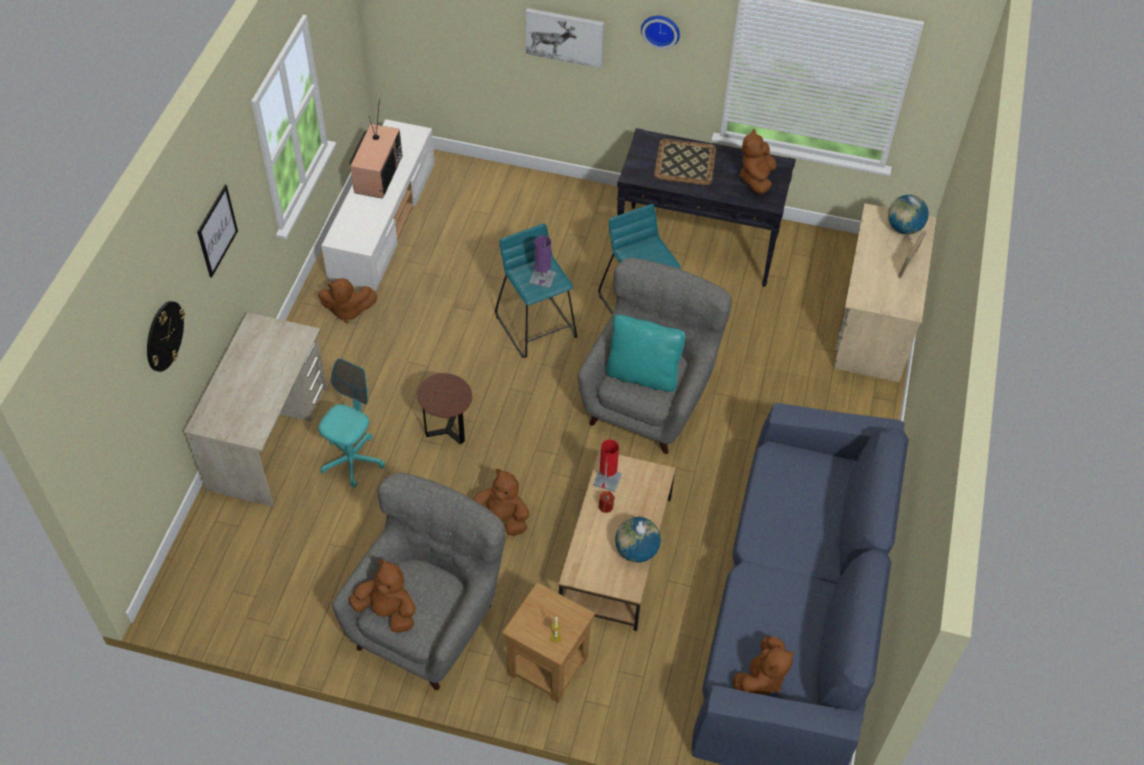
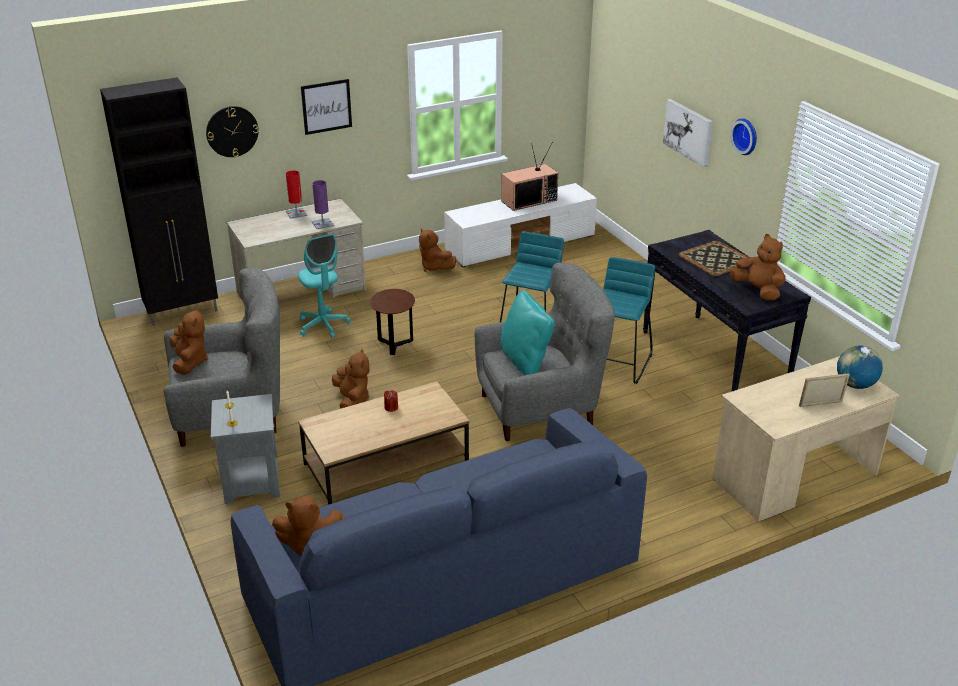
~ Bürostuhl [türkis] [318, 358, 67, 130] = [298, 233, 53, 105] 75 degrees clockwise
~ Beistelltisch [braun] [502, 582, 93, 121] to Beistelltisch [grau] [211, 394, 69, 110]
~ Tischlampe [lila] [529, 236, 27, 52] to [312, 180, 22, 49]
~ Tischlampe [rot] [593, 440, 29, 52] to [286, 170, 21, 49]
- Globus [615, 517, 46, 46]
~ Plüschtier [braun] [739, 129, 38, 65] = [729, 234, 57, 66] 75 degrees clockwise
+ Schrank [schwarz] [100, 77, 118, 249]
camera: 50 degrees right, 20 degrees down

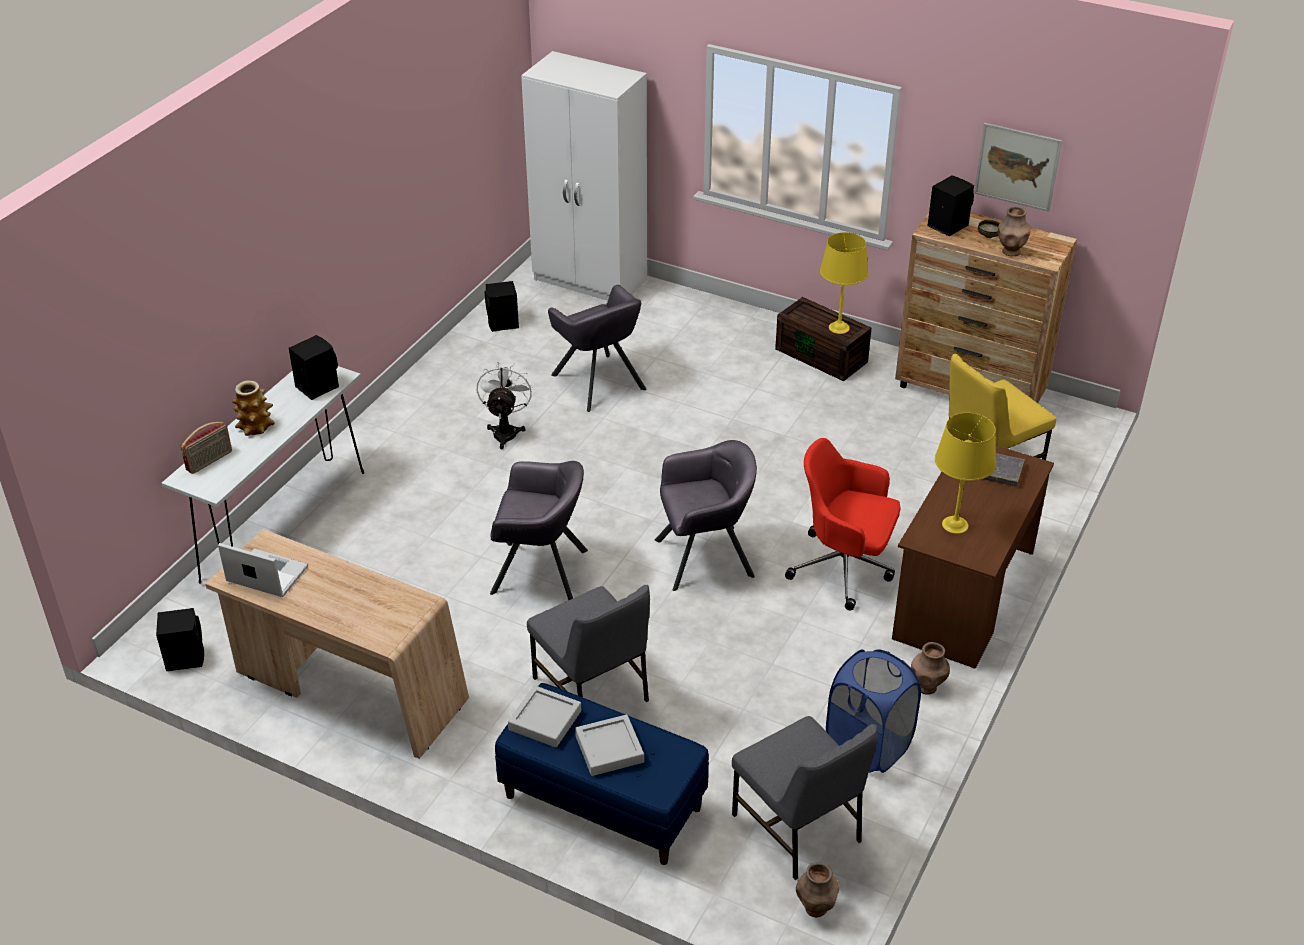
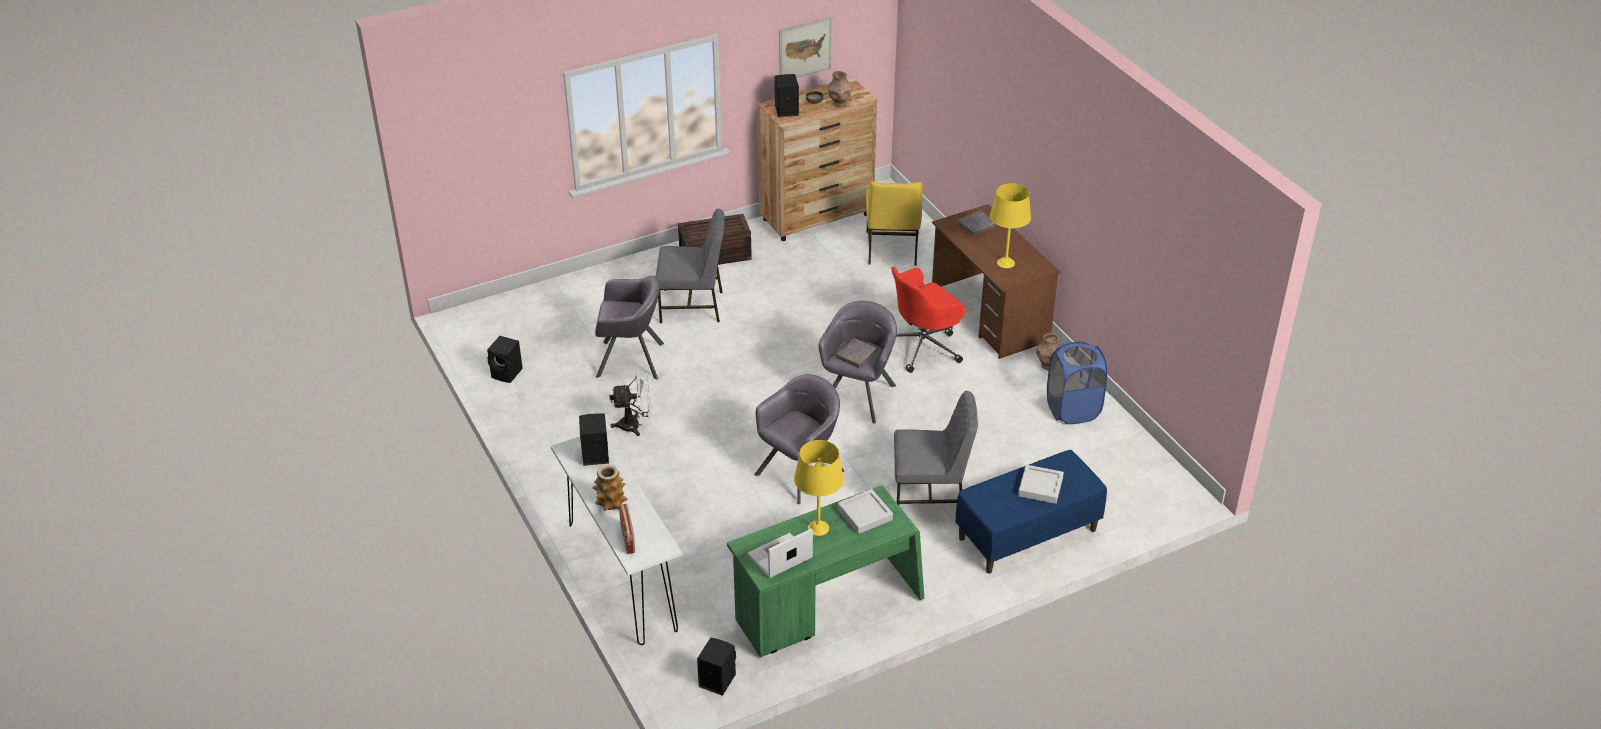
~ Schreibtisch [beige] [205, 529, 264, 230] to Schreibtisch [grün] [727, 486, 197, 171]
~ Ventilator [weiß] [477, 362, 56, 87] = [610, 372, 41, 64] 135 degrees clockwise
~ Tablett [grau] [508, 685, 73, 63] to [838, 489, 55, 45]
- Kleiderschrank [weiß] [521, 51, 126, 250]
~ Stuhl [grau] [732, 716, 146, 164] to [656, 208, 69, 115]
- Vase [braun] [796, 863, 44, 54]
~ Tischlampe [gelb] [820, 232, 49, 102] to [794, 440, 50, 96]
+ Buch [grau] [836, 338, 41, 30]
camera: 55 degrees left, 0 degrees up

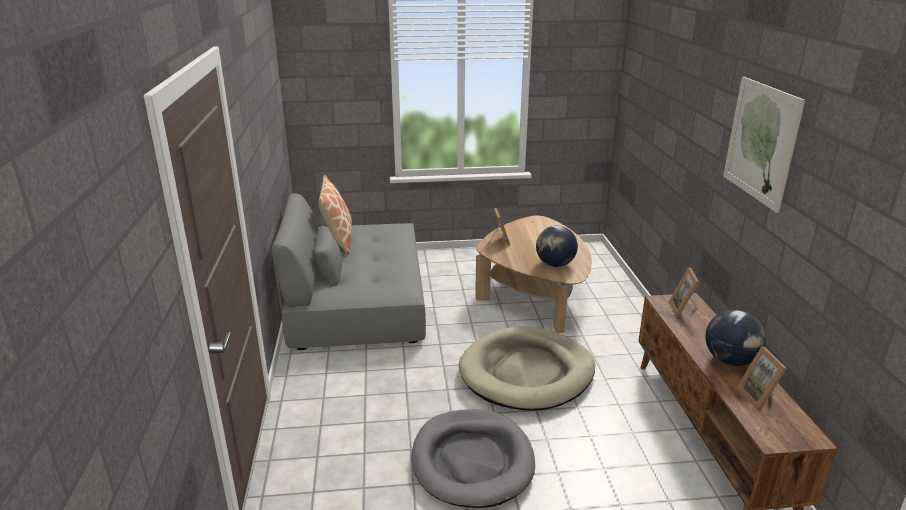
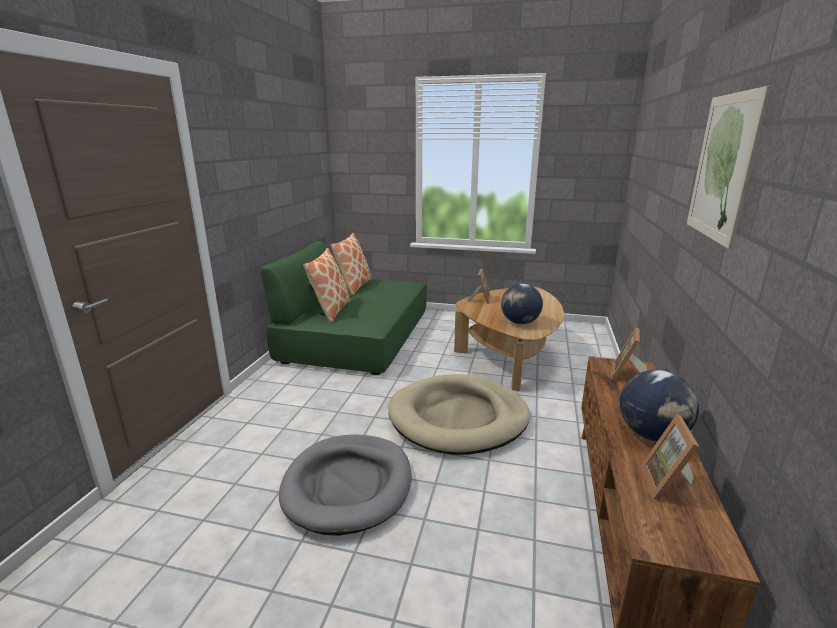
~ Sofa [grau] [271, 193, 155, 157] to Sofa [grün] [260, 241, 167, 134]
+ Kissen [303, 248, 48, 75]
camera: 20 degrees right, 5 degrees down

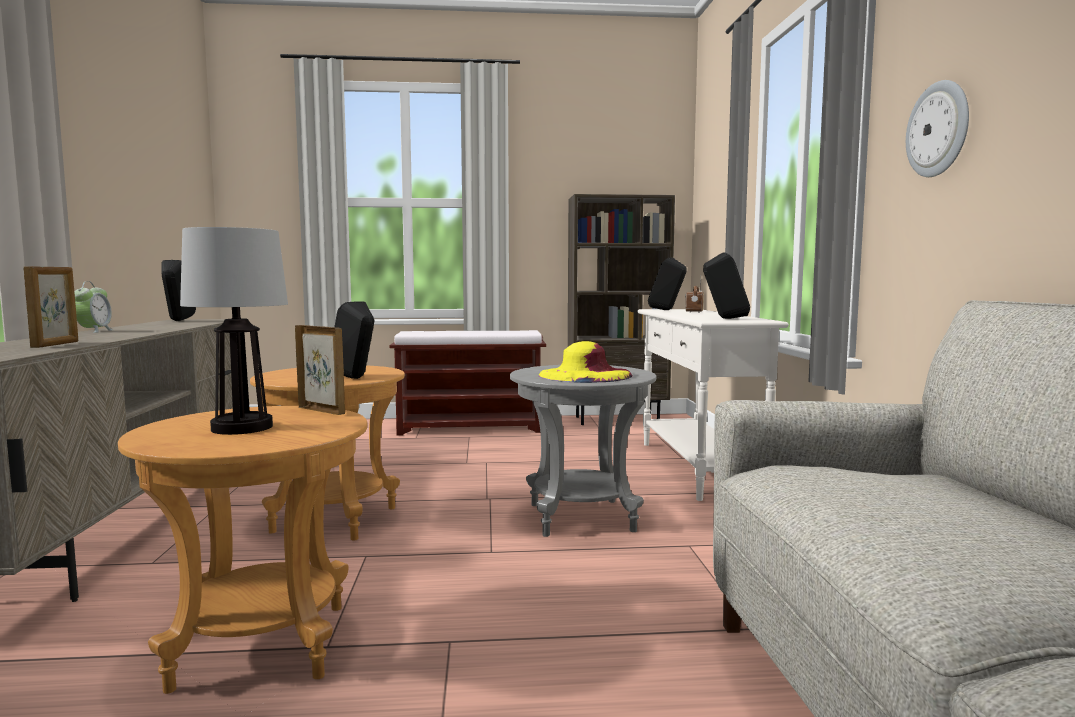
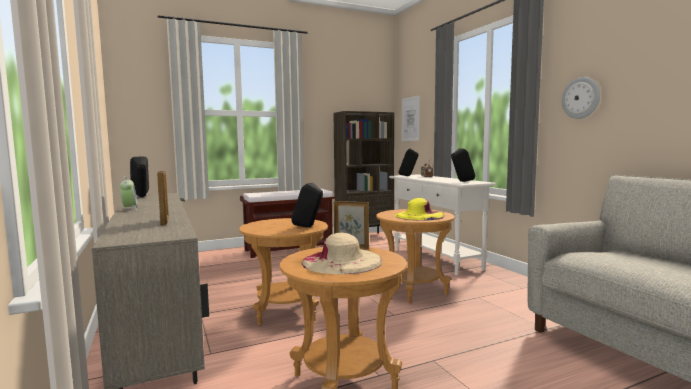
~ Tischlampe [180, 227, 108, 208] to Hut [beige] [302, 233, 80, 41]
~ Beistelltisch [grau] [510, 365, 146, 172] to Beistelltisch [braun] [376, 209, 79, 94]
+ Bild [402, 95, 18, 46]
camera: 20 degrees left, 0 degrees up

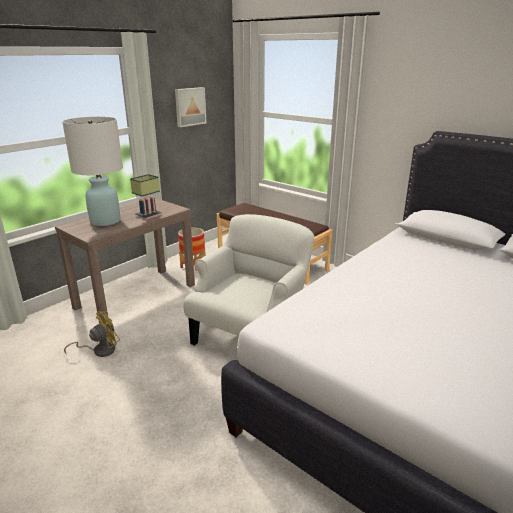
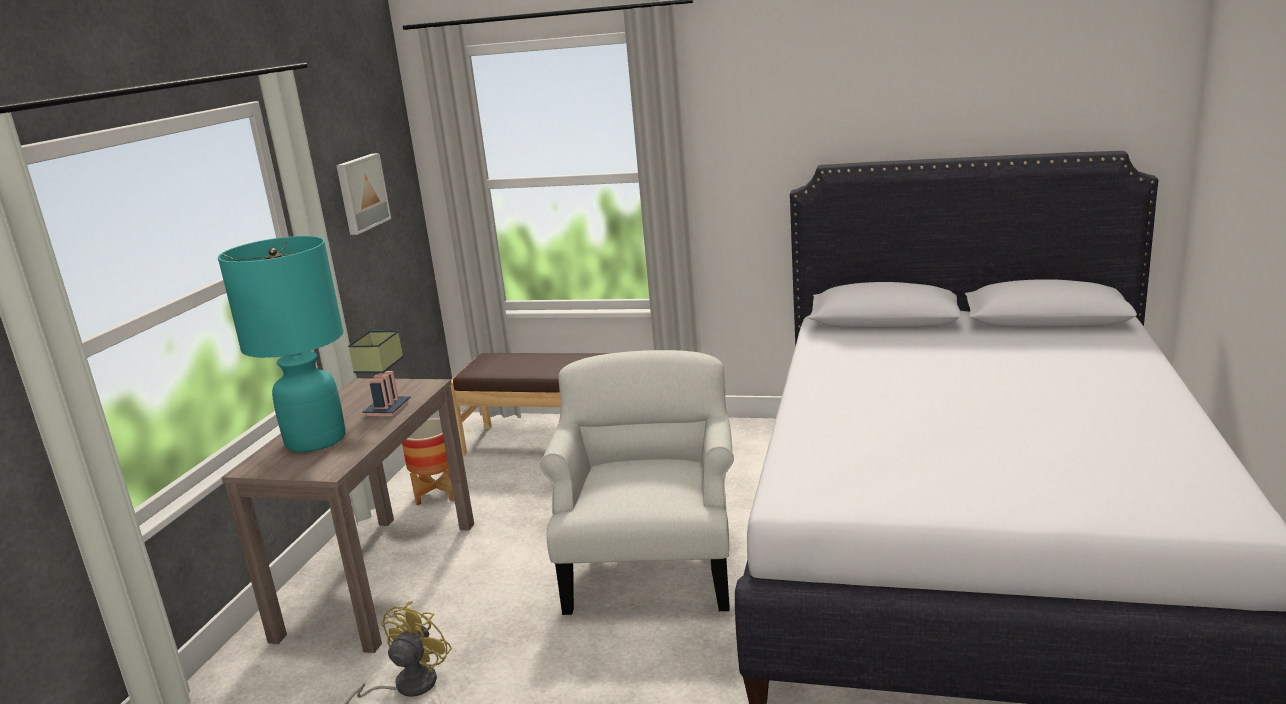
~ Tischlampe [weiß] [62, 117, 61, 109] to Tischlampe [türkis] [218, 236, 128, 216]
camera: 25 degrees left, 5 degrees down

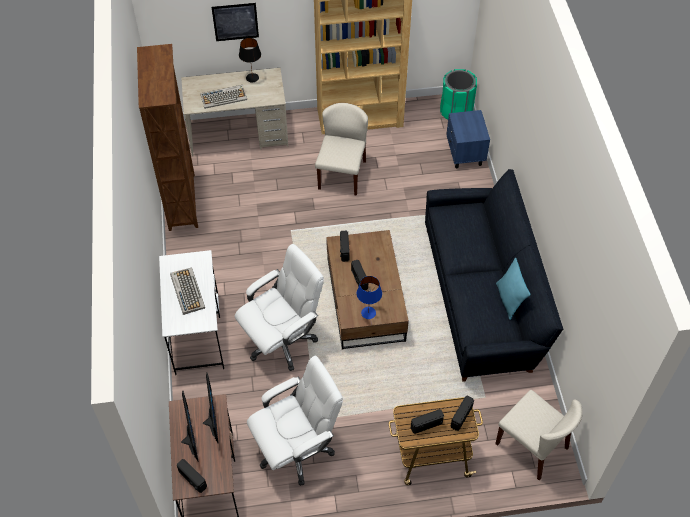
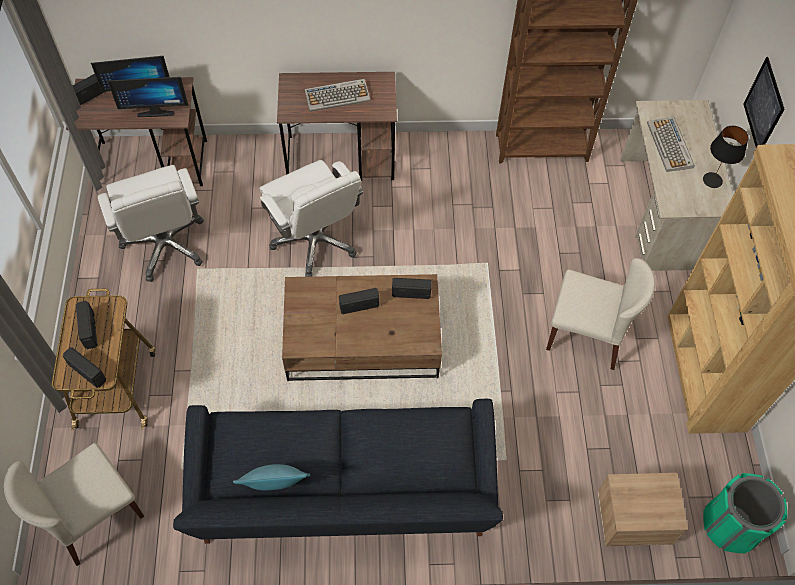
~ Schreibtisch [weiß] [159, 250, 65, 125] to Schreibtisch [braun] [277, 72, 120, 109]
- Tischlampe [blau] [357, 276, 25, 43]
~ Nachttisch [blau] [446, 110, 44, 59] to Nachttisch [beige] [597, 473, 91, 73]
camera: 95 degrees right, 5 degrees up

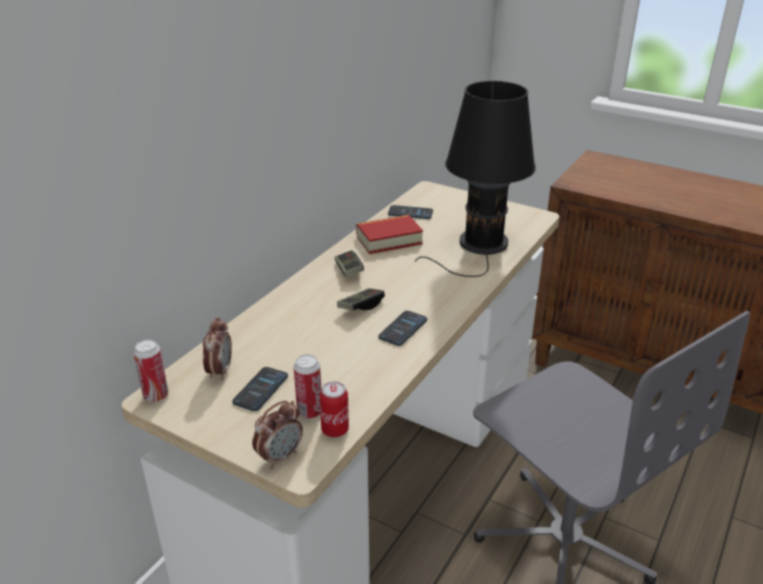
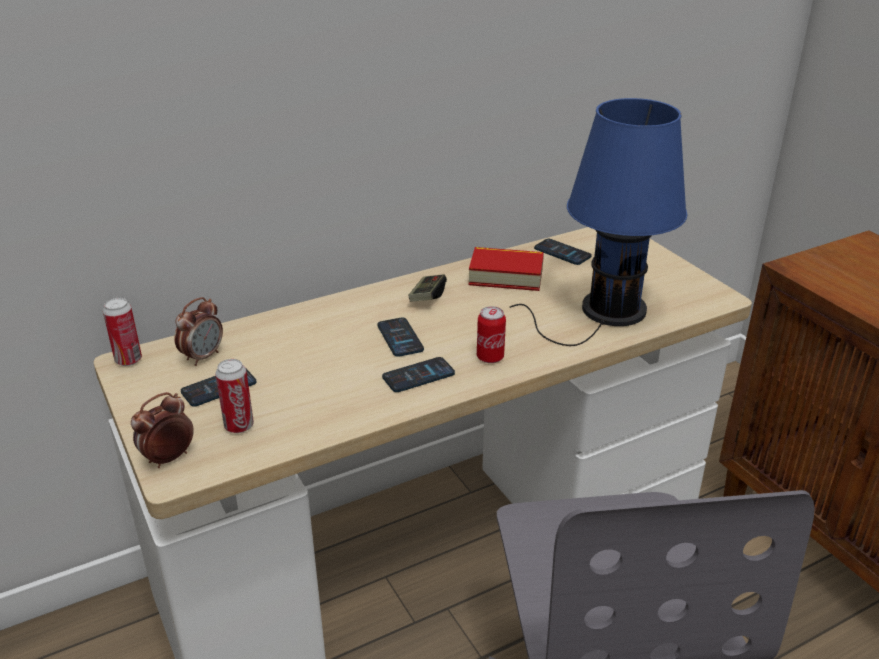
~ Wecker [252, 400, 51, 69] = [131, 392, 63, 76] 150 degrees clockwise
~ Dose [320, 382, 29, 55] to [477, 306, 29, 57]
~ Gamepad [337, 288, 48, 22] to Handy [377, 317, 47, 40]
~ Tischlampe [schwarz] [415, 81, 121, 196] to Tischlampe [blau] [510, 98, 177, 248]
camera: 30 degrees right, 0 degrees up

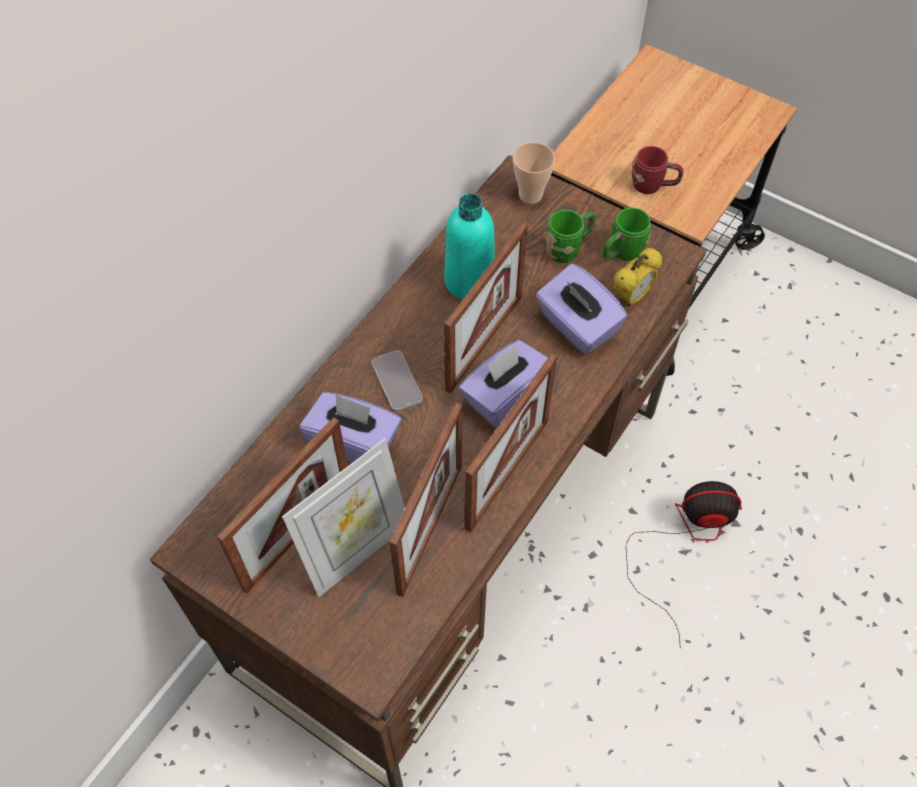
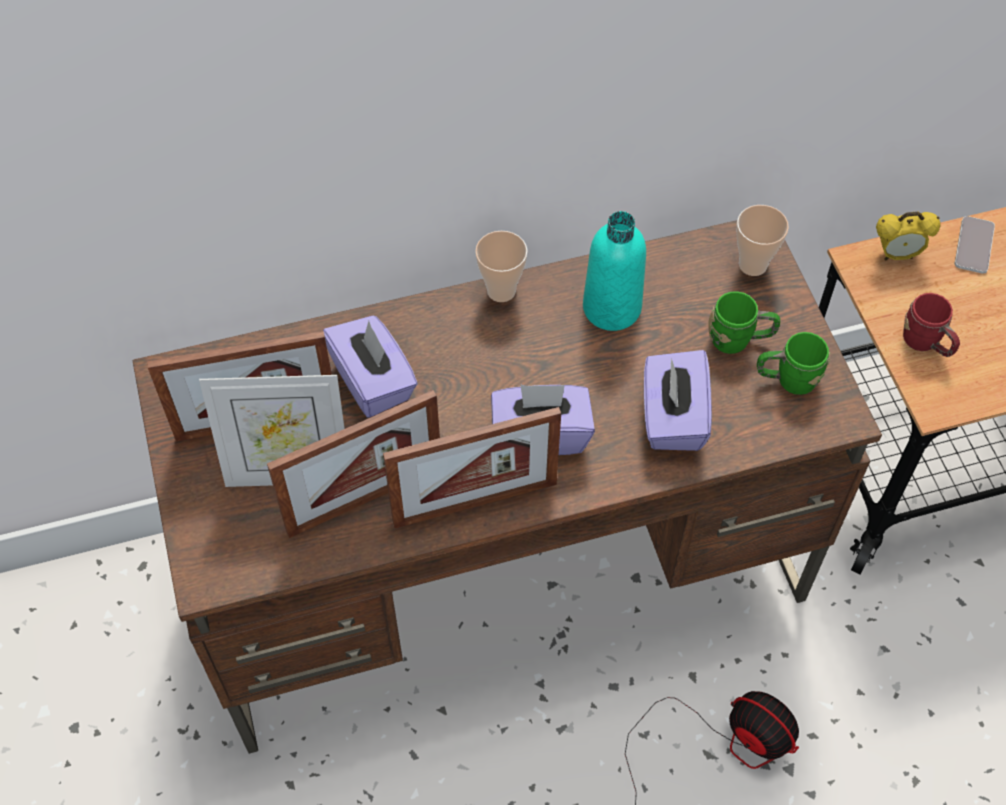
~ Handy [372, 350, 50, 61] to [955, 216, 40, 58]
- Bilderrahmen [444, 223, 84, 170]
~ Wecker [613, 248, 49, 59] to [876, 211, 65, 49]
+ Tasse [475, 231, 53, 71]
camera: 40 degrees right, 0 degrees up

